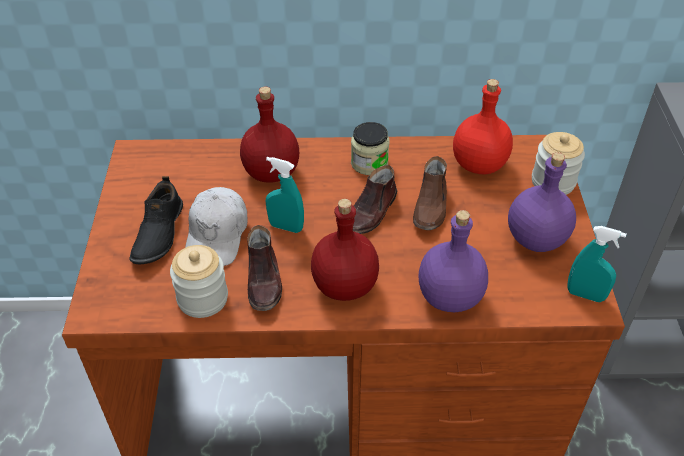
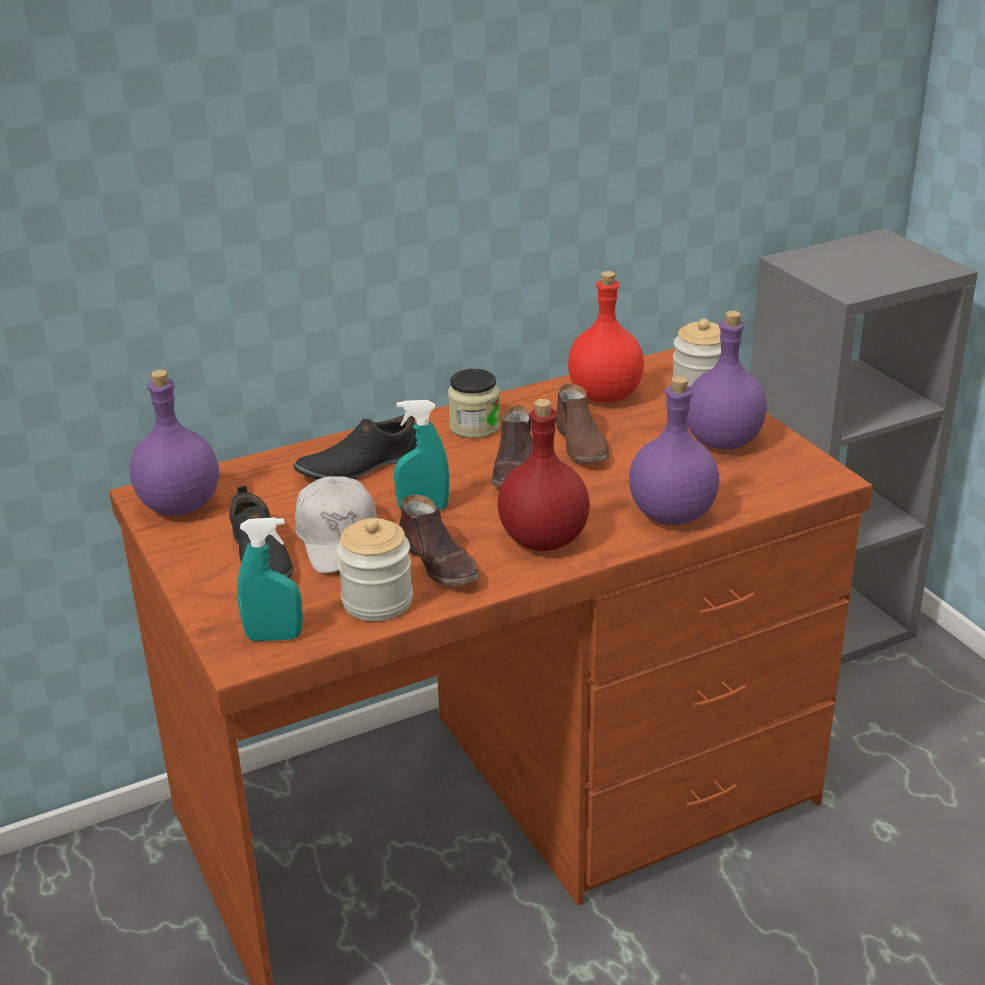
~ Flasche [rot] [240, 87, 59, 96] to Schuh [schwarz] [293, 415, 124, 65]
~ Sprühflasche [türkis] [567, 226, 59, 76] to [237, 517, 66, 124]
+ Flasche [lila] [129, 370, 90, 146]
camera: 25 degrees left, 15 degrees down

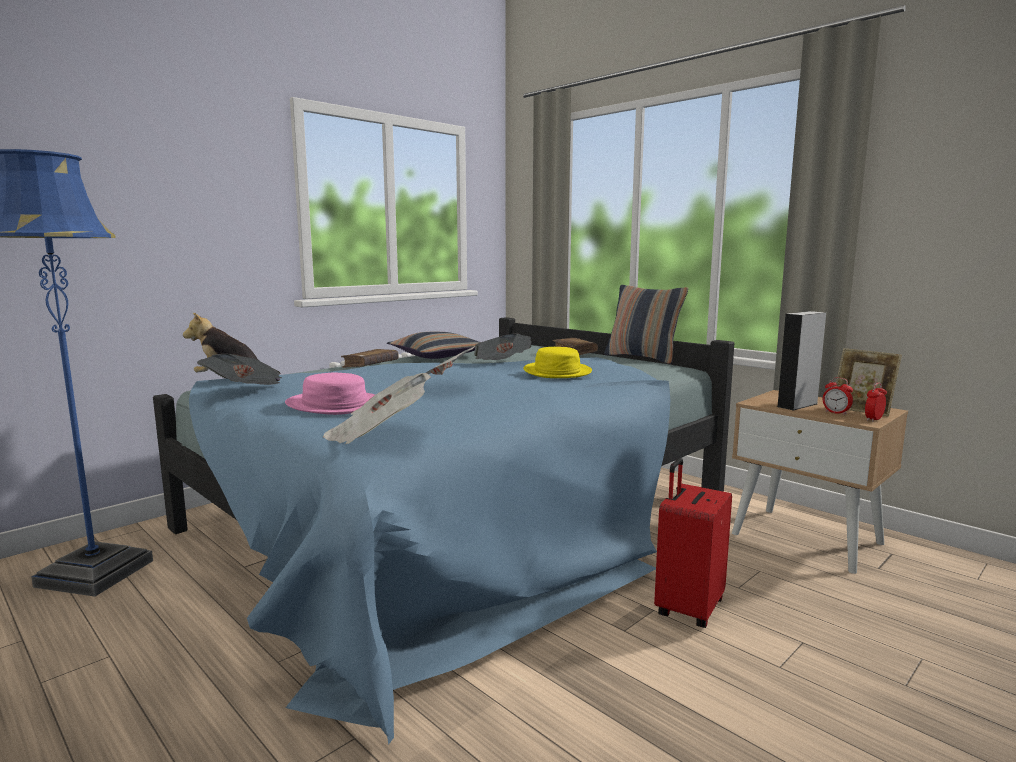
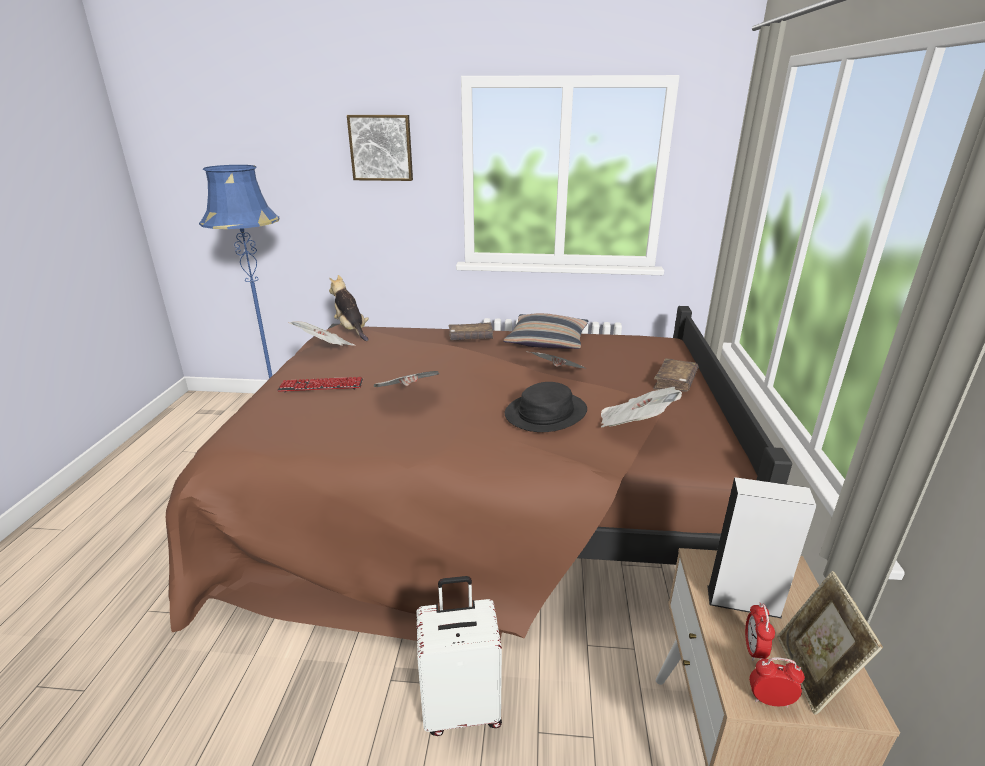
~ Bett [blau] [153, 317, 581, 428] to Bett [braun] [166, 306, 626, 335]
~ Hut [rosa] [285, 372, 90, 43] to Tastatur [277, 377, 86, 16]
~ Zeitung [323, 373, 108, 71] to [601, 387, 81, 41]
~ Hut [gelb] [523, 347, 69, 31] to Hut [schwarz] [505, 382, 82, 50]
- Kissen [604, 285, 84, 79]
~ Koffer [rot] [654, 458, 78, 170] to Koffer [weiß] [417, 576, 85, 160]
+ Bild [347, 115, 66, 66]
camera: 50 degrees right, 15 degrees up

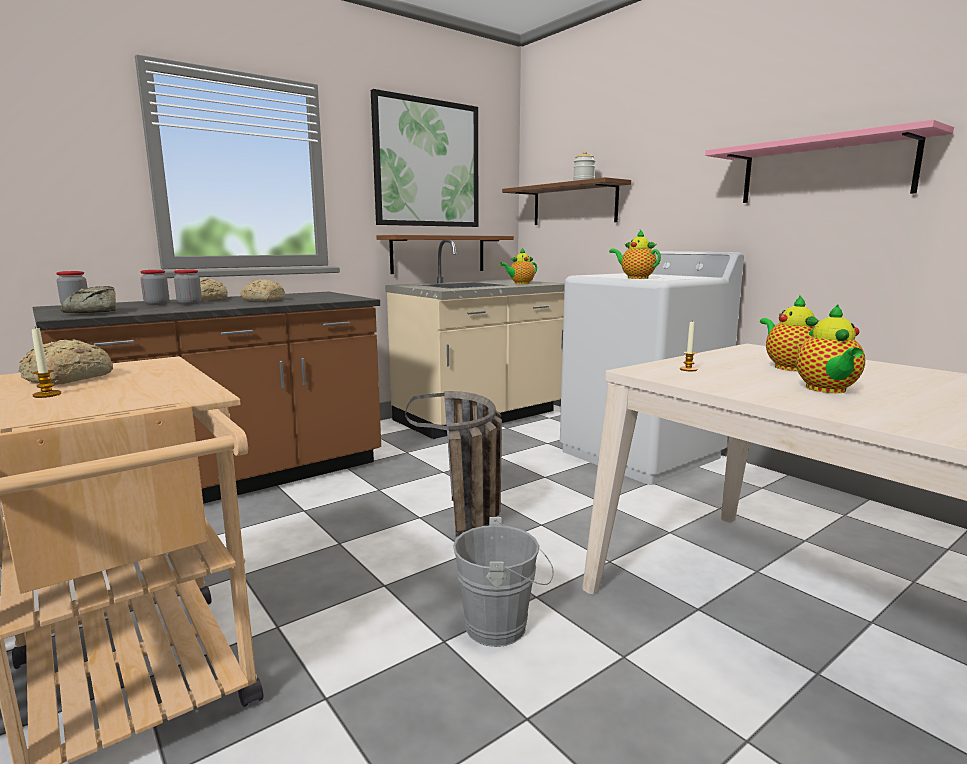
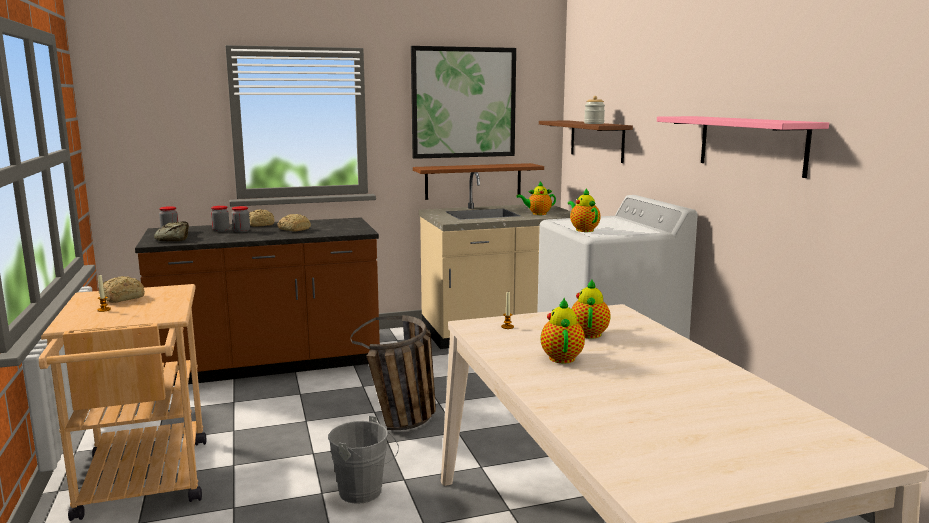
~ Teekanne [796, 304, 69, 89] = [541, 298, 44, 66] 150 degrees clockwise
camera: 20 degrees right, 0 degrees up

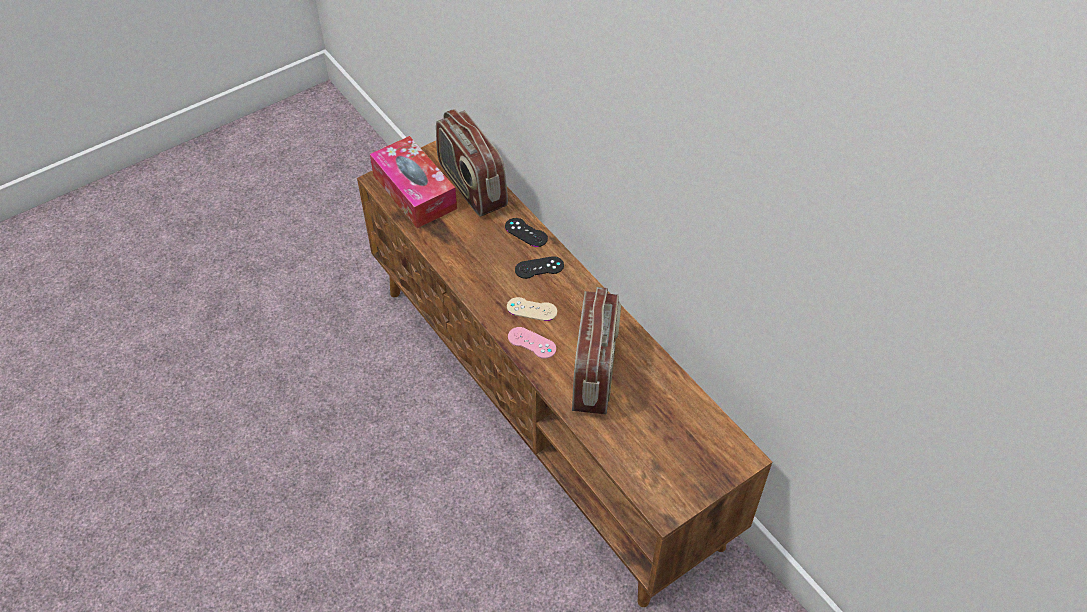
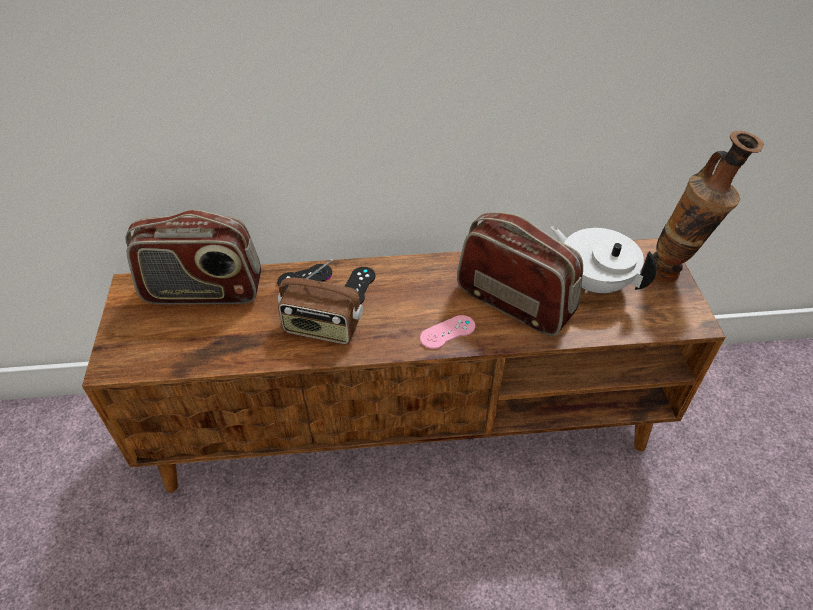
- Taschentuchbox [370, 136, 87, 92]
- Gamepad [beige] [507, 297, 50, 24]
+ Radio [278, 259, 85, 85]
+ Teekanne [weiß] [551, 226, 106, 67]
+ Vase [653, 131, 111, 151]
camera: 60 degrees left, 5 degrees down

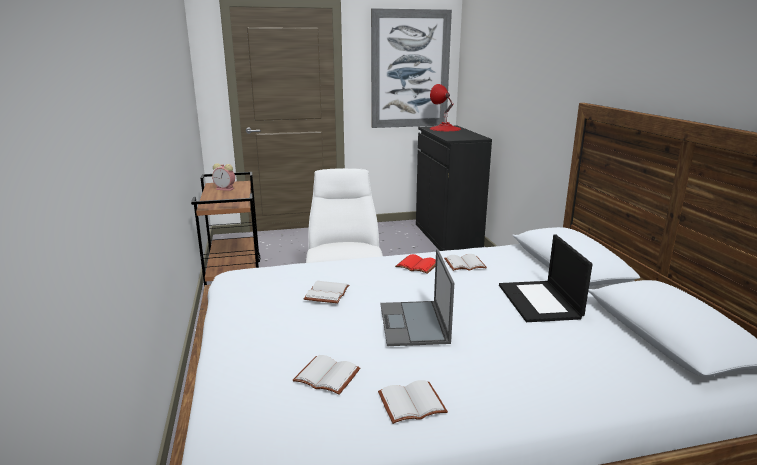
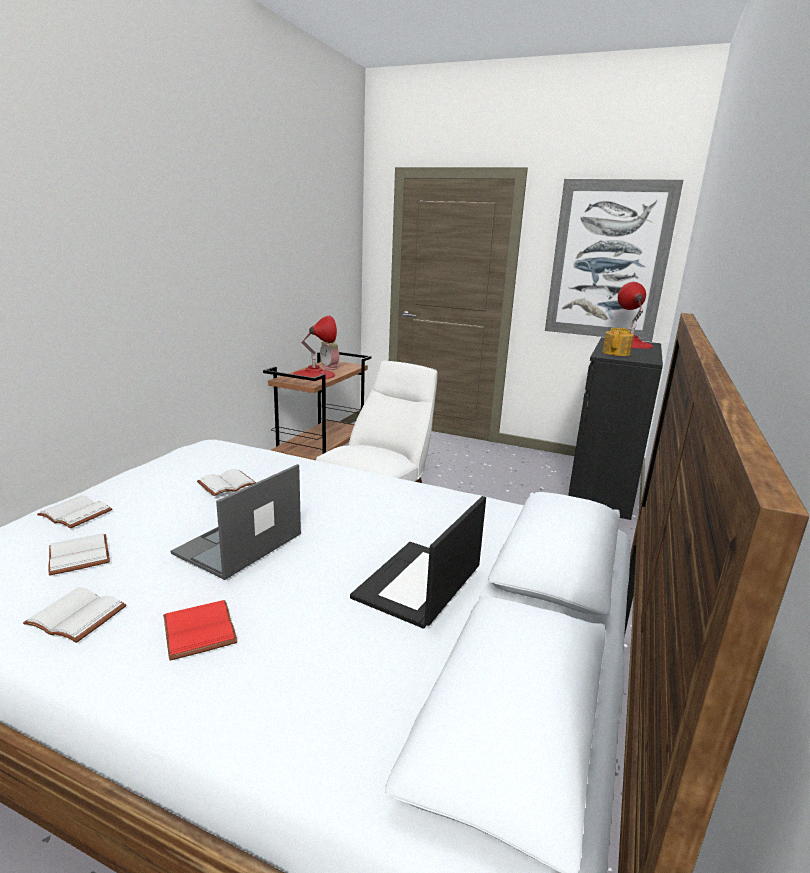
~ Buch [rot] [395, 254, 41, 20] to [163, 600, 75, 61]
~ Buch [weiß] [444, 254, 43, 17] to [37, 495, 75, 33]
+ Tischlampe [rot] [293, 315, 44, 65]
+ Teekanne [602, 327, 32, 29]
camera: 35 degrees right, 0 degrees up

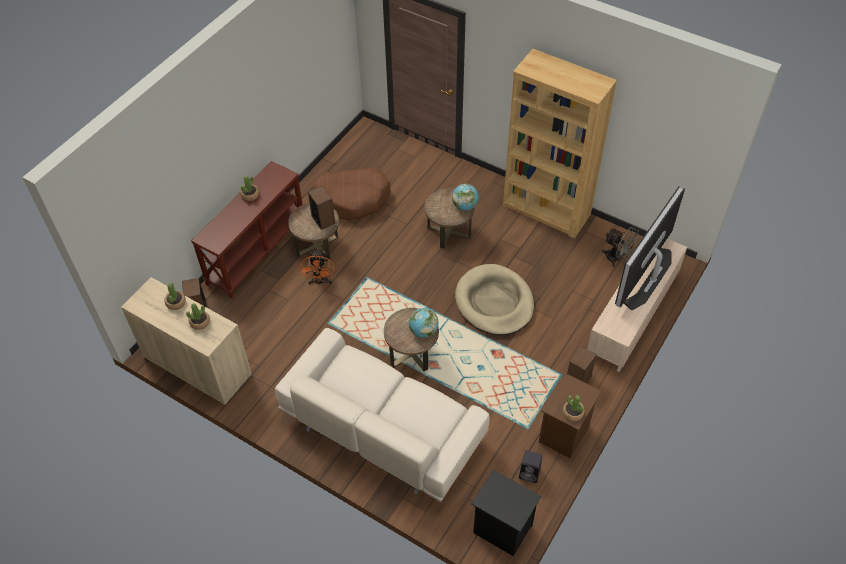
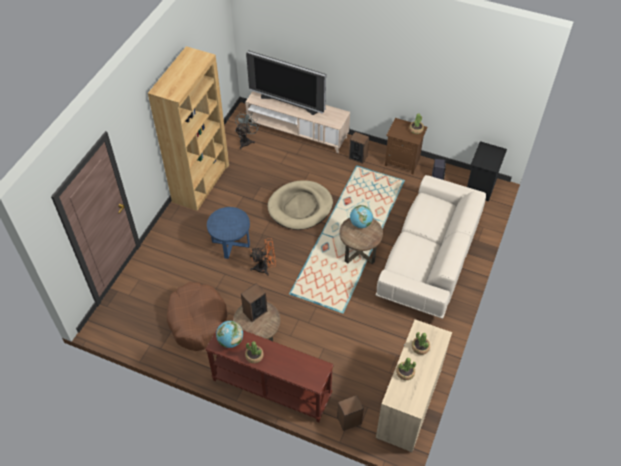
~ Ventilator [orange] [300, 248, 34, 36] to [250, 238, 26, 38]
~ Beistelltisch [braun] [425, 188, 50, 61] to Beistelltisch [blau] [207, 207, 43, 52]
~ Globus [452, 184, 27, 27] to [216, 321, 27, 27]
camera: 100 degrees left, 0 degrees up

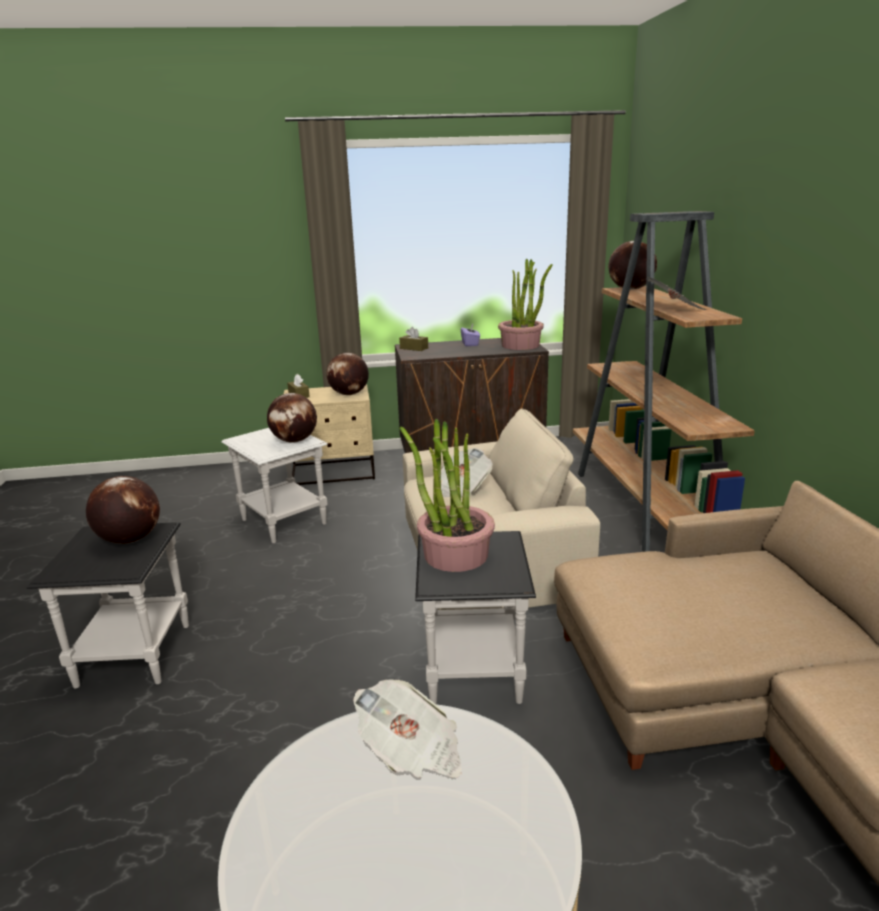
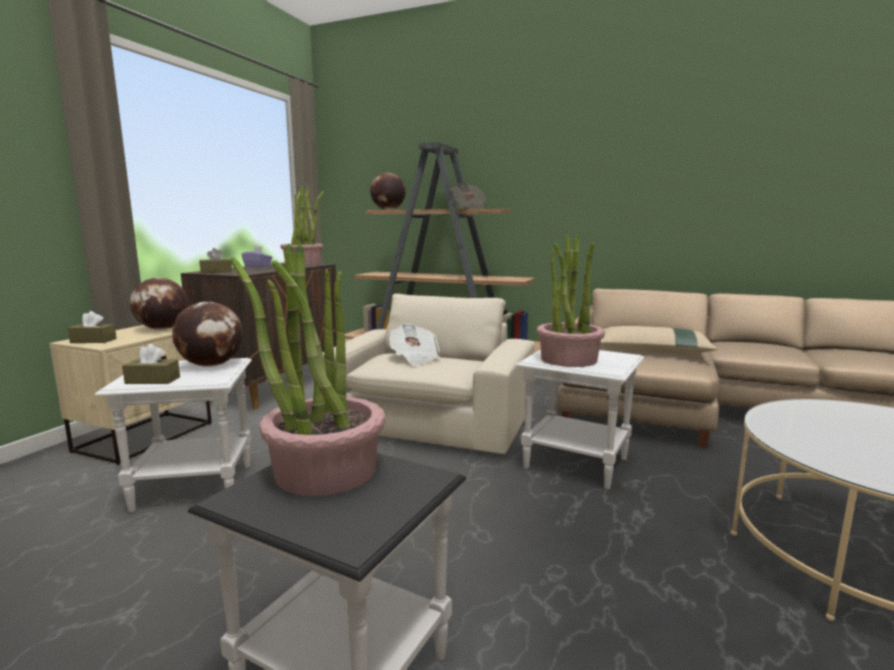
~ Globus [86, 476, 74, 68] to Topfpflanze [230, 244, 155, 252]
- Zeitung [353, 680, 109, 98]
~ Beistelltisch [schwarz] [415, 531, 121, 173] to Beistelltisch [weiß] [516, 349, 128, 140]
+ Taschentuchbox [braun] [122, 344, 58, 40]
+ Kissen [beige] [600, 326, 118, 27]
camera: 60 degrees left, 10 degrees down

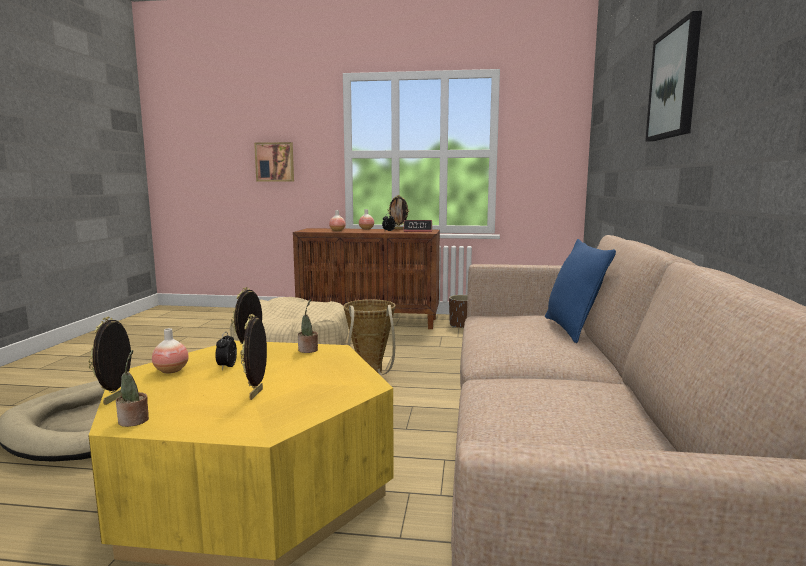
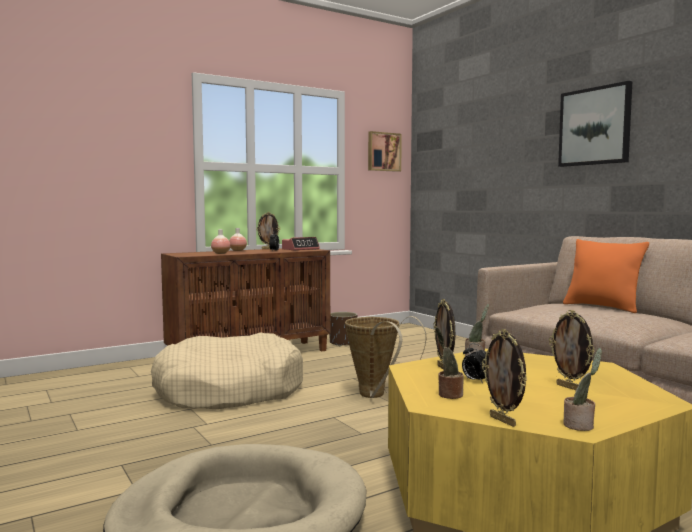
~ Vase [152, 328, 37, 45] to Topfpflanze [436, 327, 28, 72]
~ Bild [254, 142, 40, 40] to [368, 131, 34, 41]
~ Kissen [blau] [545, 239, 71, 104] to Kissen [orange] [563, 239, 86, 74]
camera: 40 degrees left, 5 degrees down

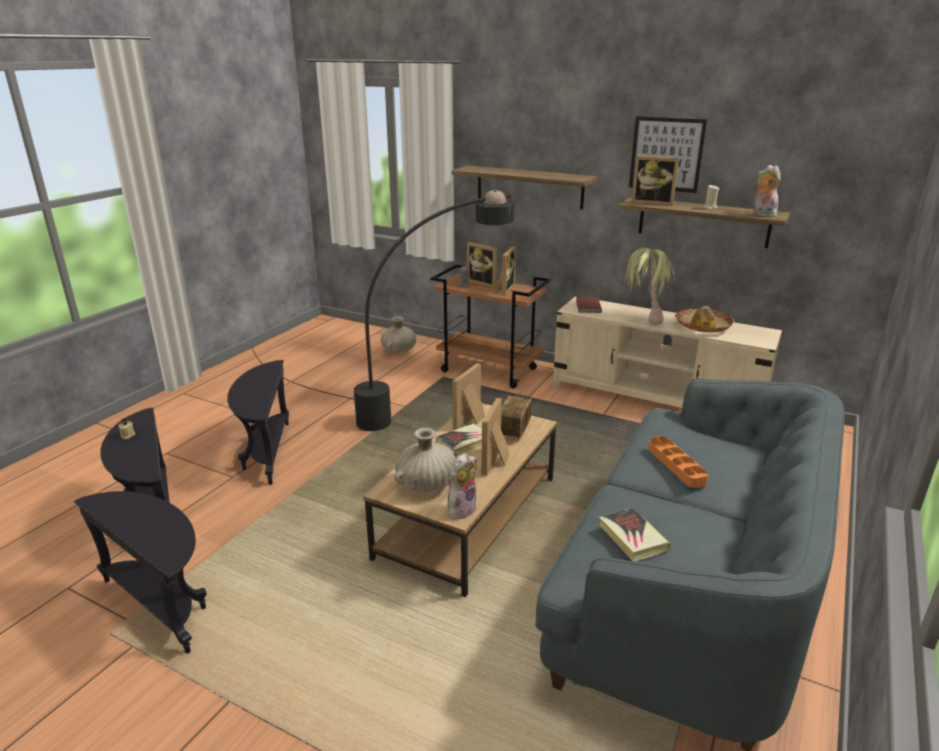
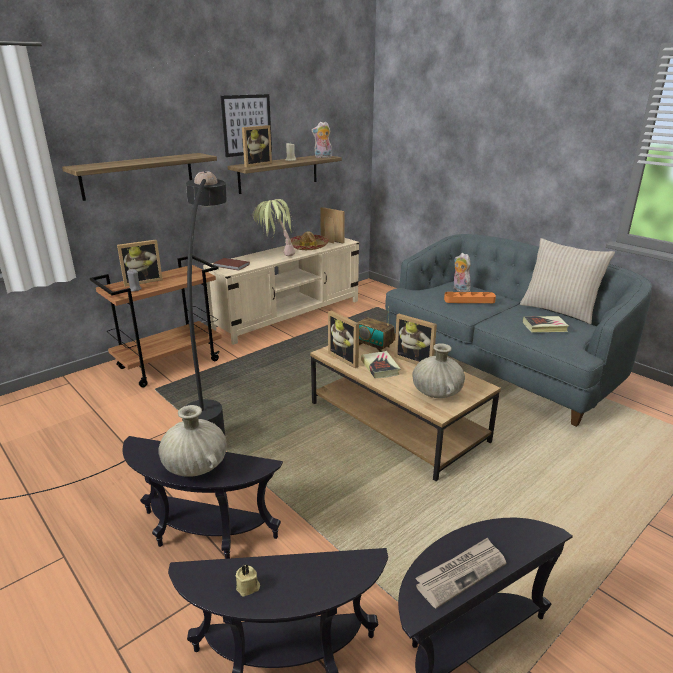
~ Vase [beige] [381, 317, 35, 37] to [158, 405, 69, 72]
~ Plüschtier [447, 453, 30, 66] to [453, 253, 18, 39]
~ Bilderrahmen [496, 246, 20, 50] to [320, 207, 25, 37]
+ Zeitung [415, 537, 91, 72]
+ Kissen [beige] [520, 238, 95, 86]
camera: 70 degrees left, 0 degrees up

